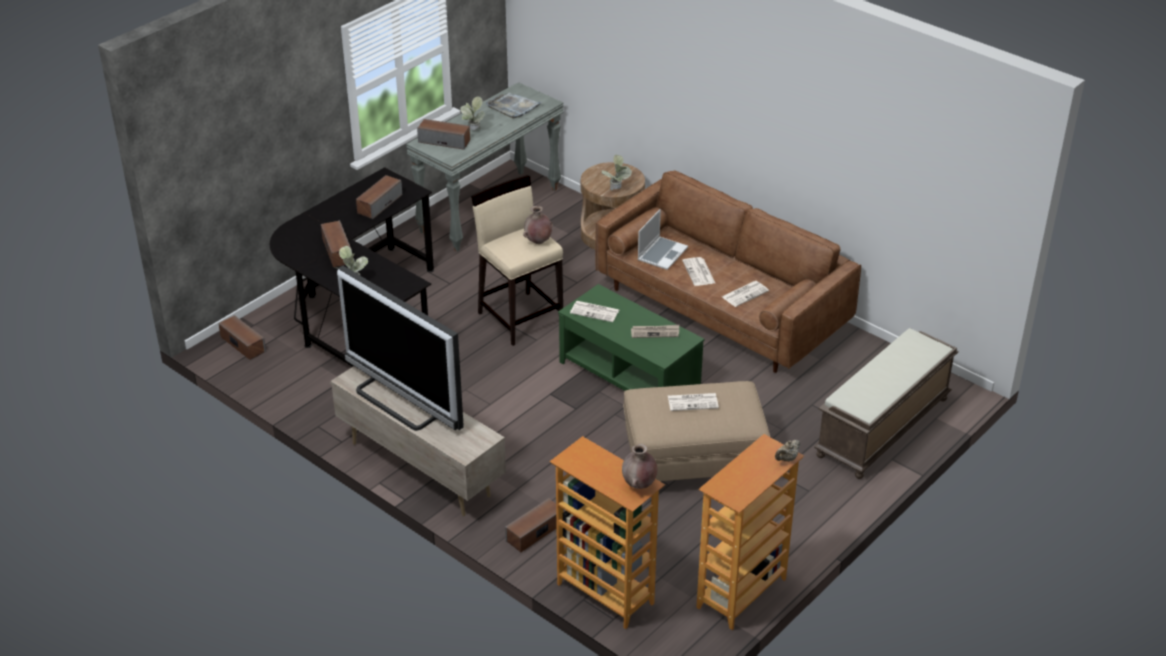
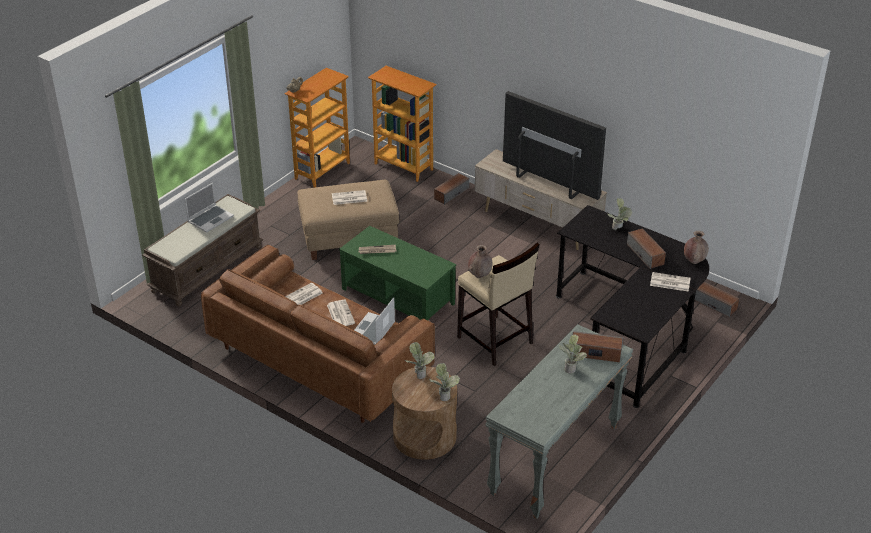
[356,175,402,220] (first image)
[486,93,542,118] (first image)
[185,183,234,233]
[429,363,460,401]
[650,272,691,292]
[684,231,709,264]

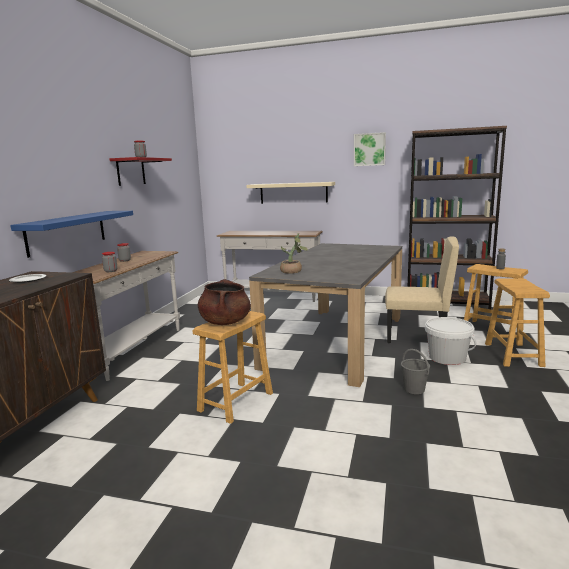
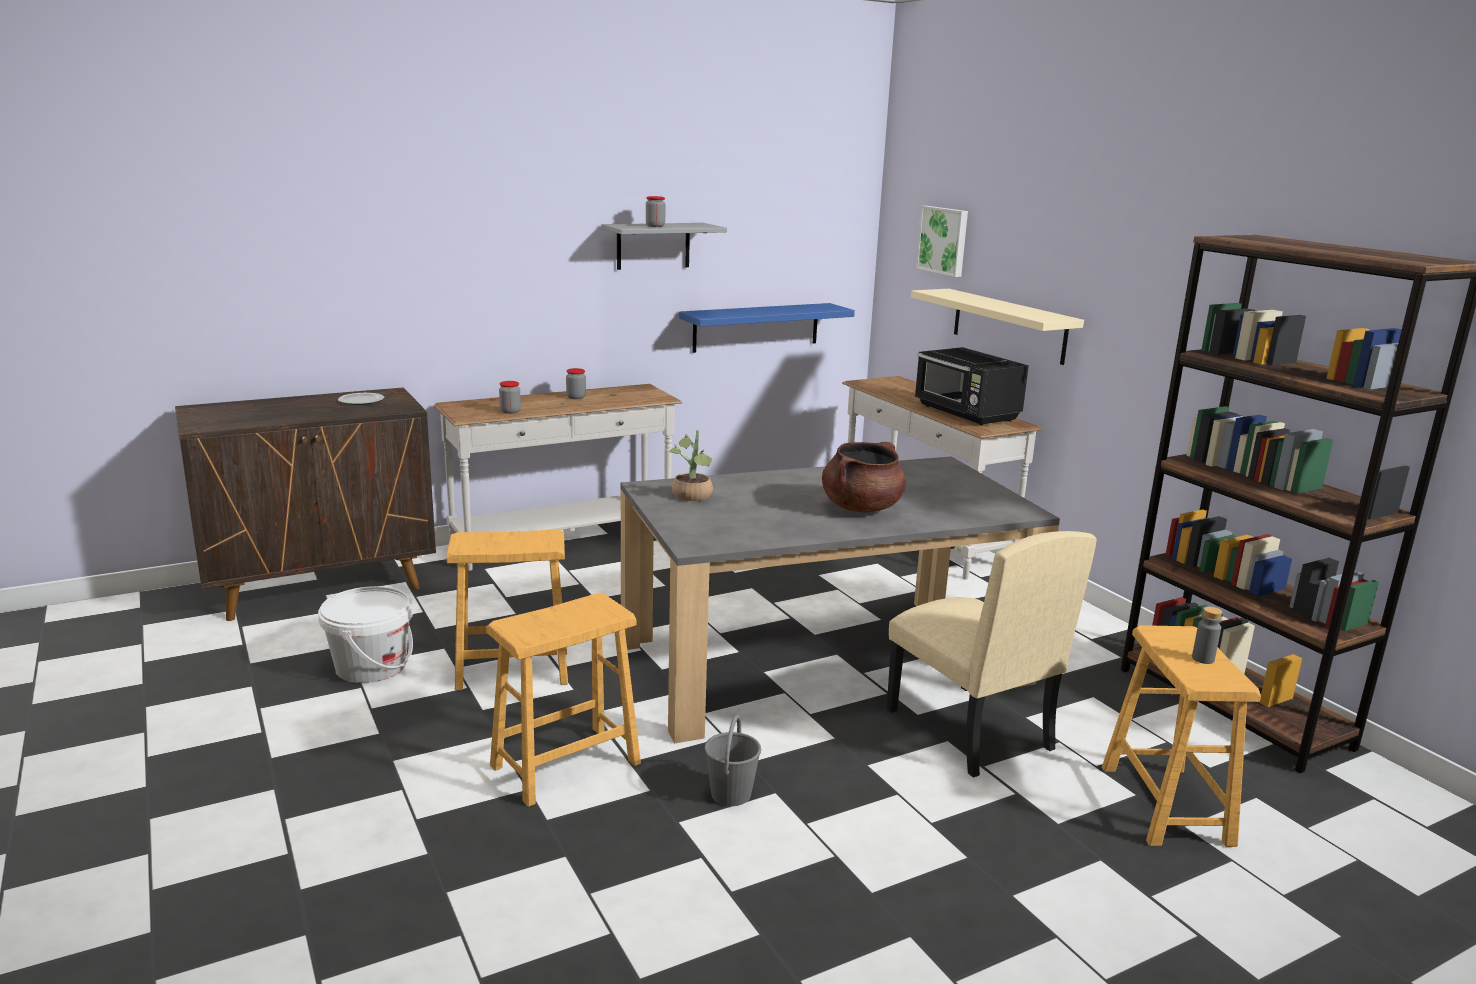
[915,347,1029,426]
[679,303,855,353]
[822,442,906,512]
[916,206,968,277]
[318,586,413,683]
[486,593,641,807]
[601,223,727,270]

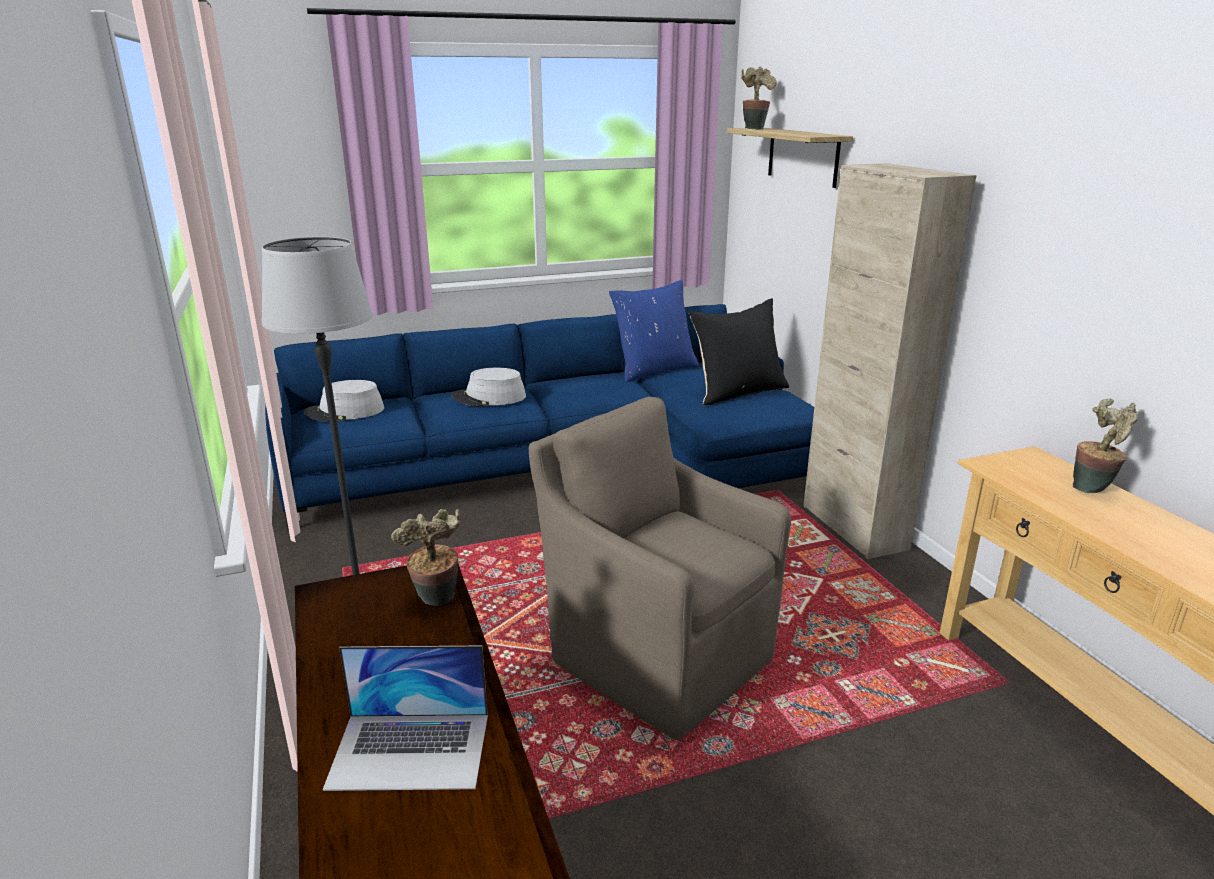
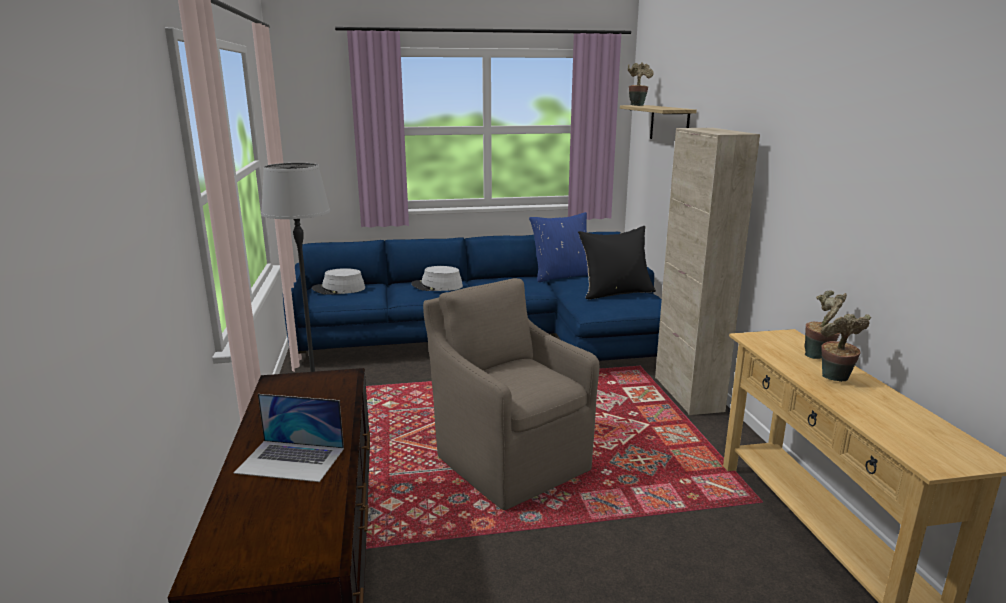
[821,314,871,382]

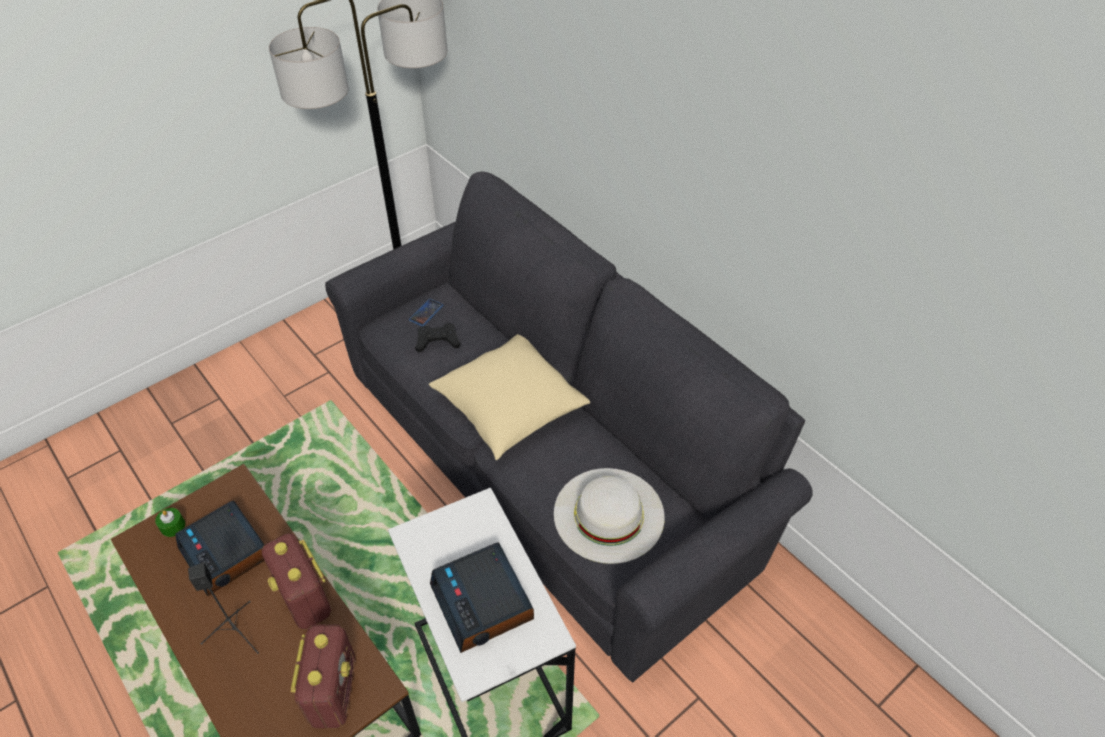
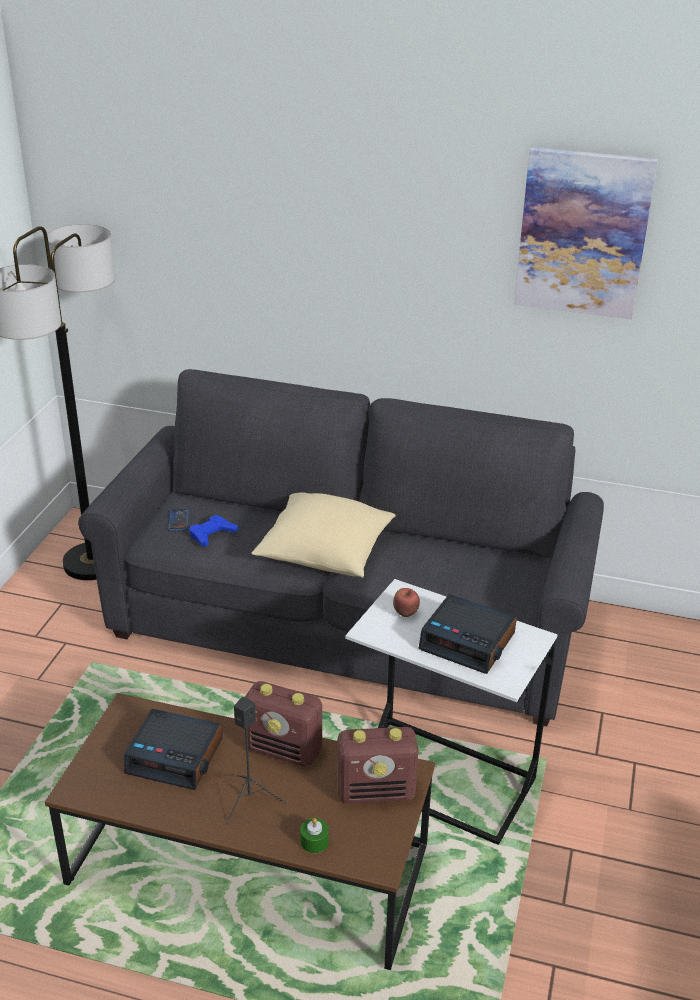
[554,468,665,564] (first image)
[393,588,420,617]
[514,147,658,319]
[300,818,329,853]
[189,515,238,547]
[337,727,418,804]

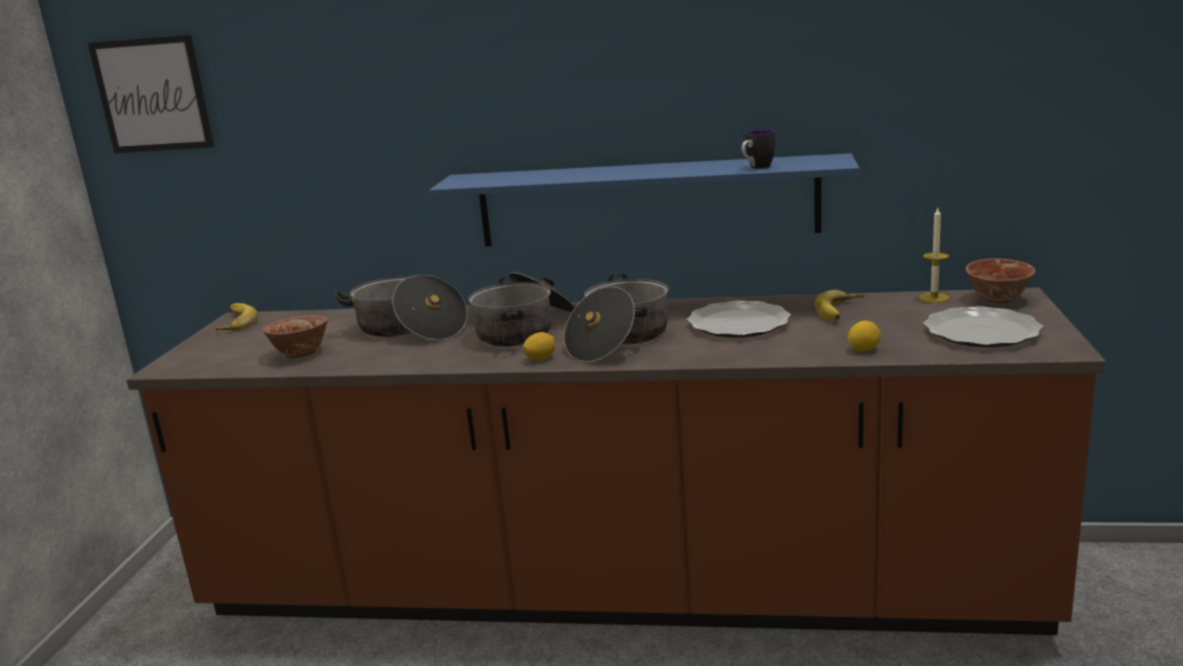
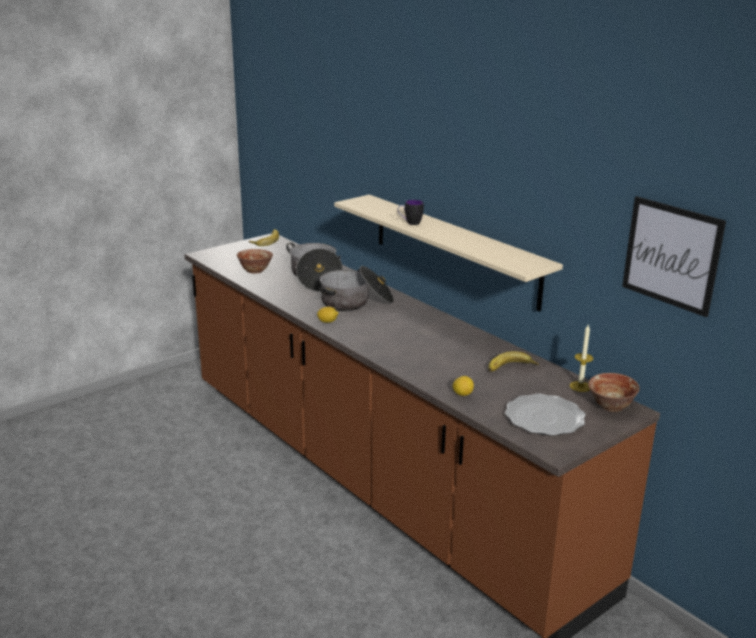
[564,274,669,362] (first image)
[687,300,791,338] (first image)
[622,196,726,317]
[398,200,424,225]
[334,195,563,311]

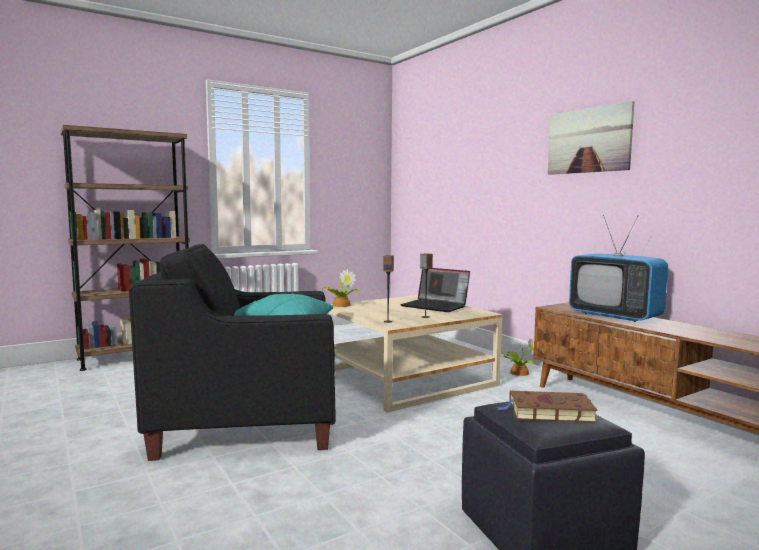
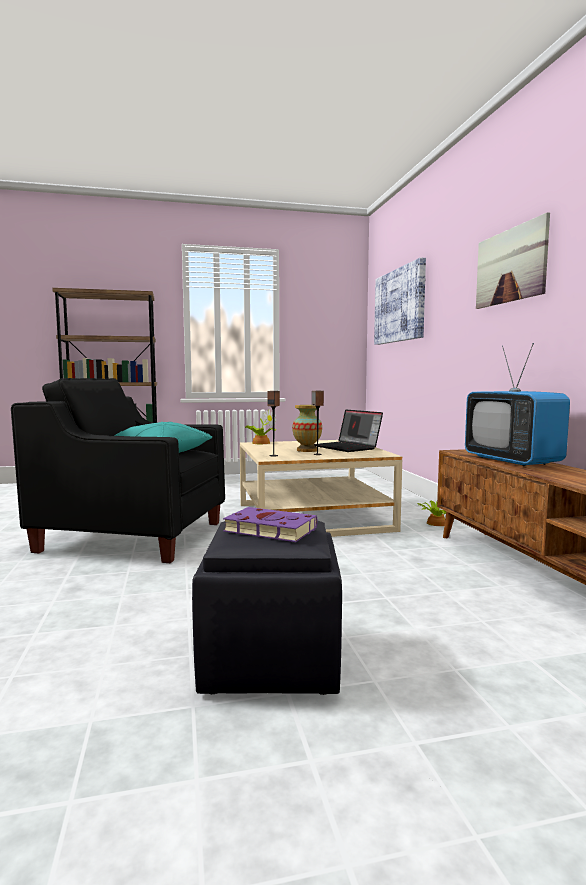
[292,405,322,452]
[374,258,426,345]
[223,507,317,542]

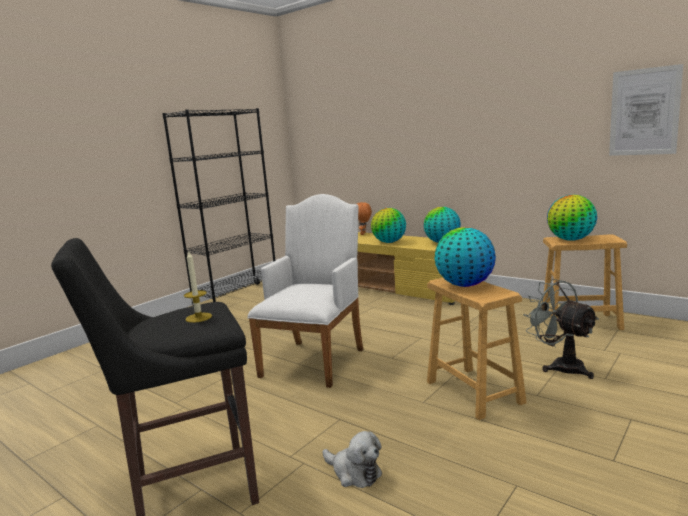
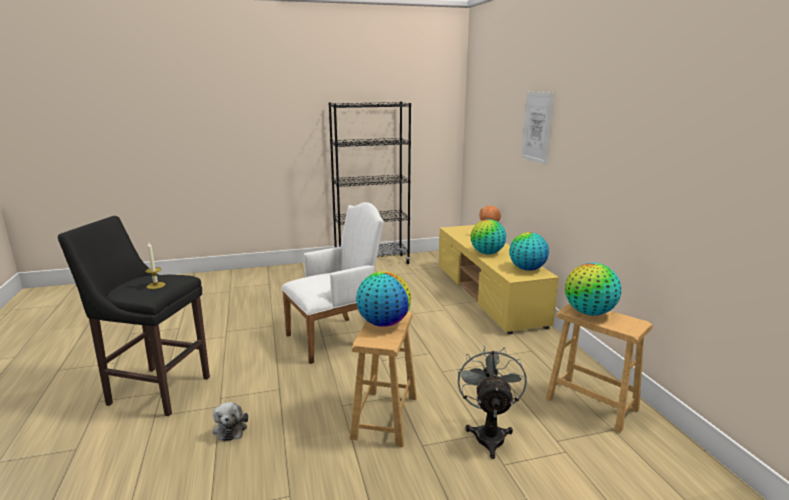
[521,92,554,165]

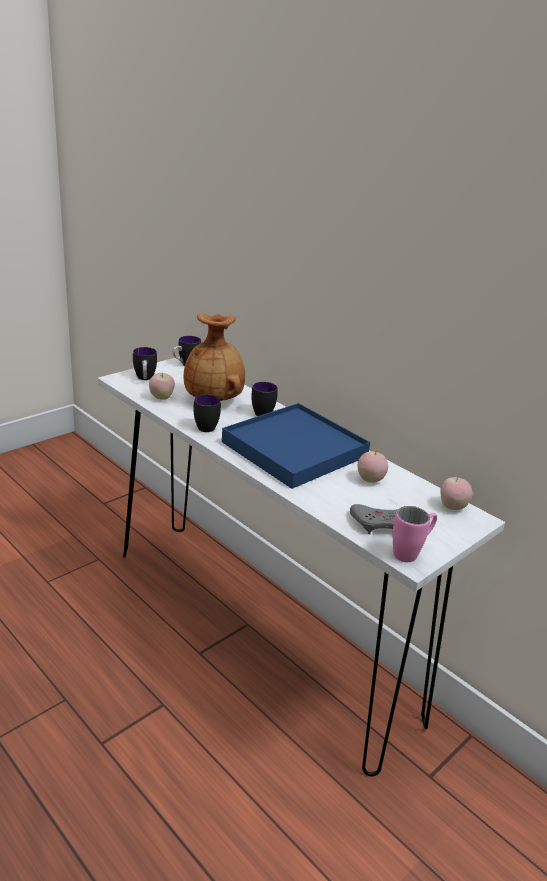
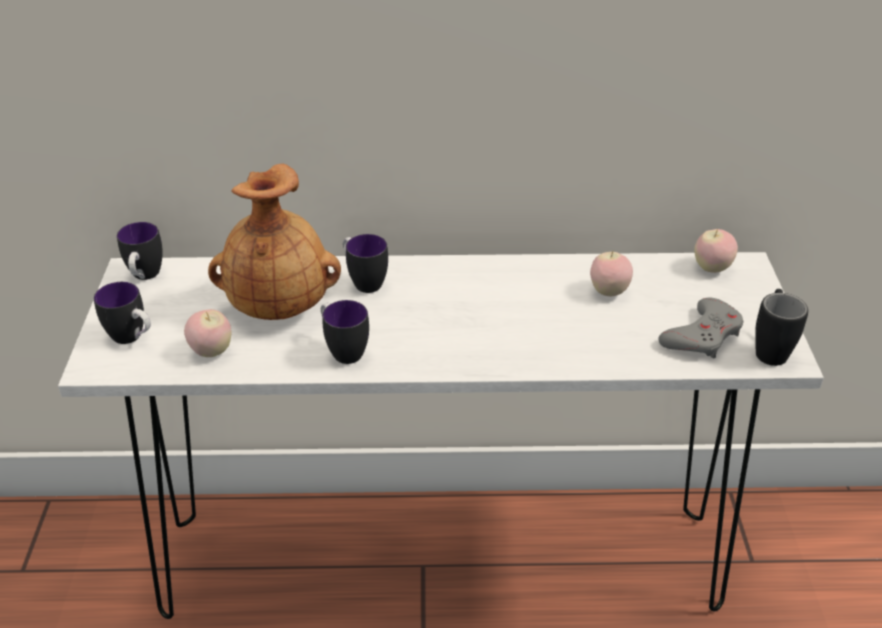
[222,403,370,489] (first image)
[755,289,808,366]

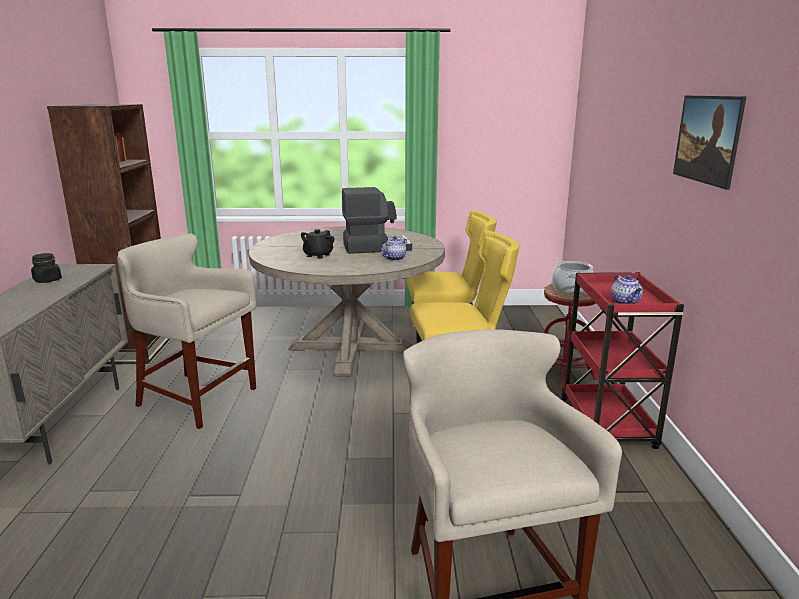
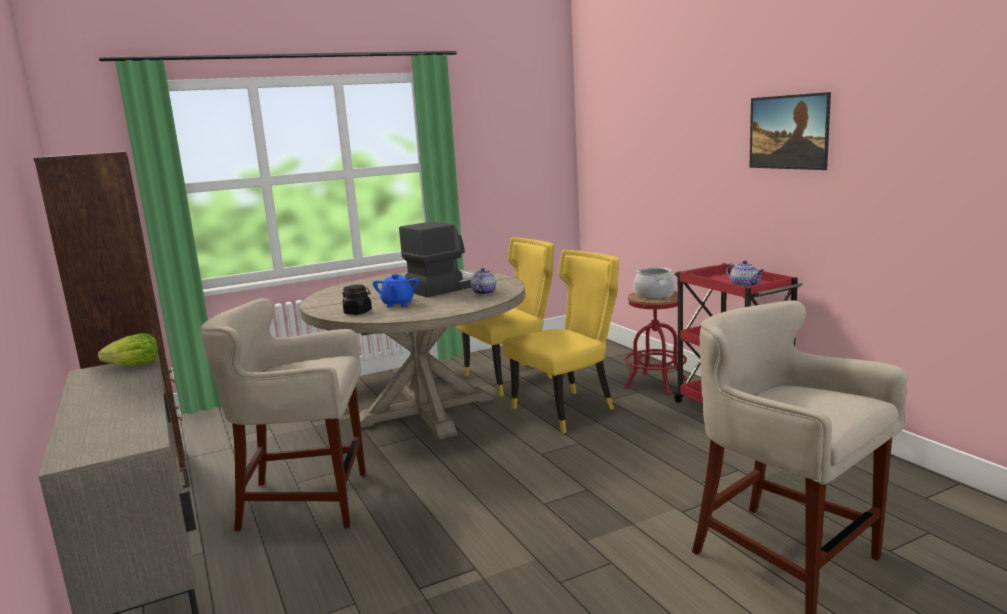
[98,333,158,366]
[342,285,372,315]
[373,274,419,307]

